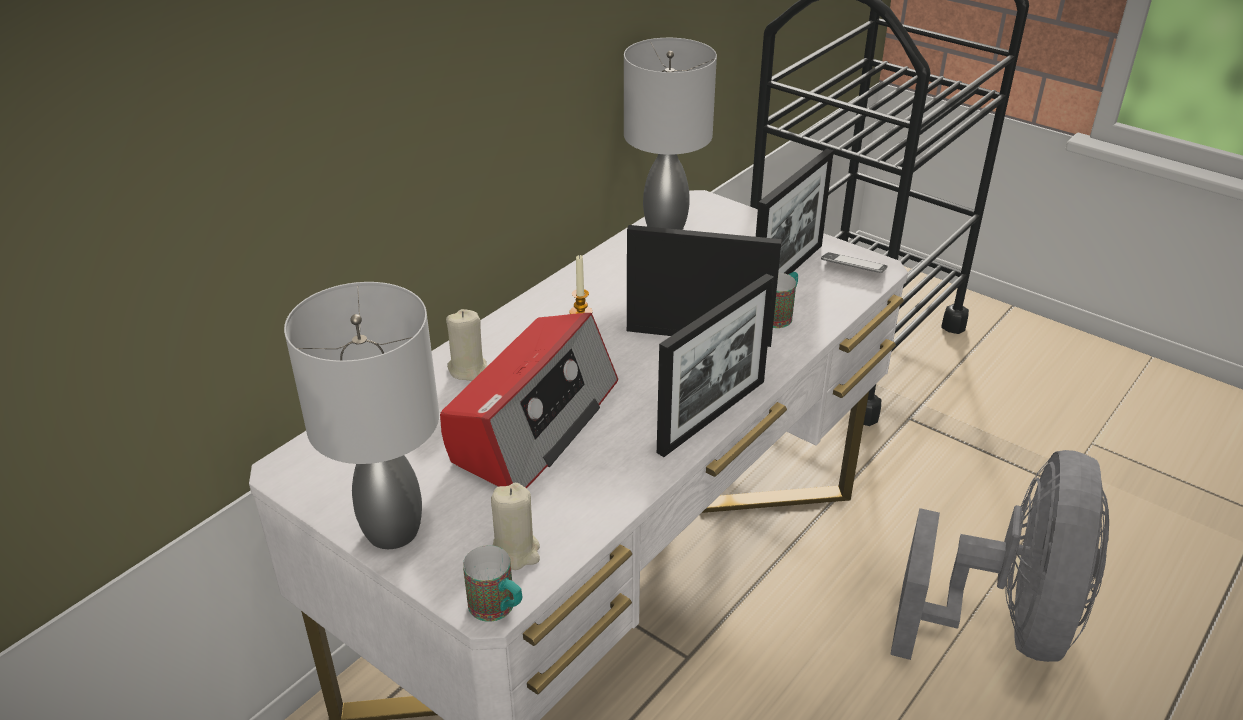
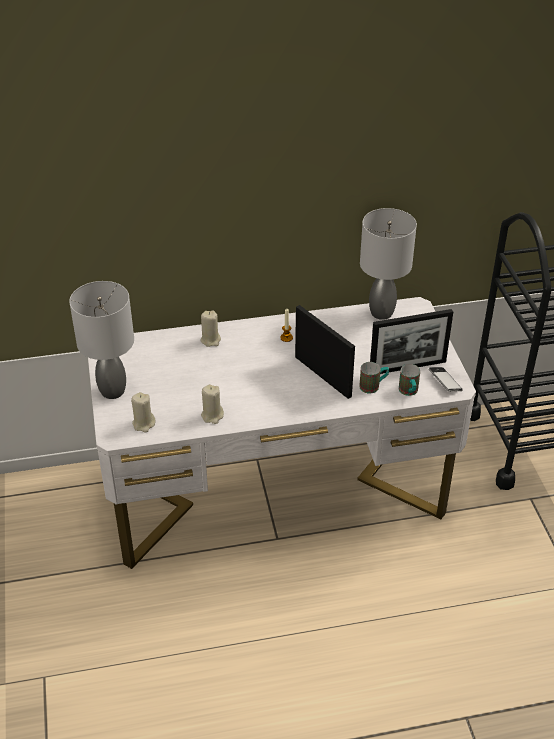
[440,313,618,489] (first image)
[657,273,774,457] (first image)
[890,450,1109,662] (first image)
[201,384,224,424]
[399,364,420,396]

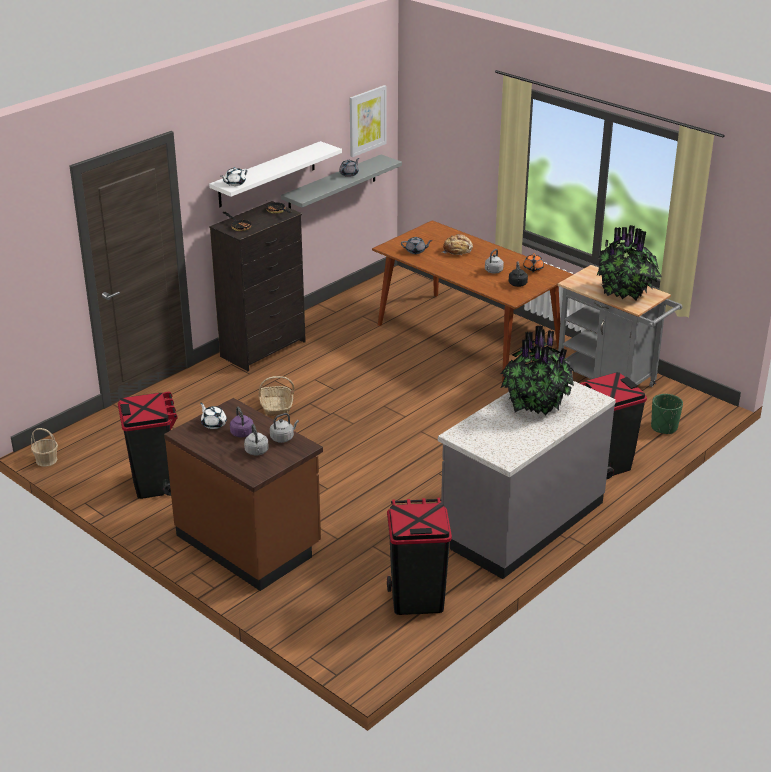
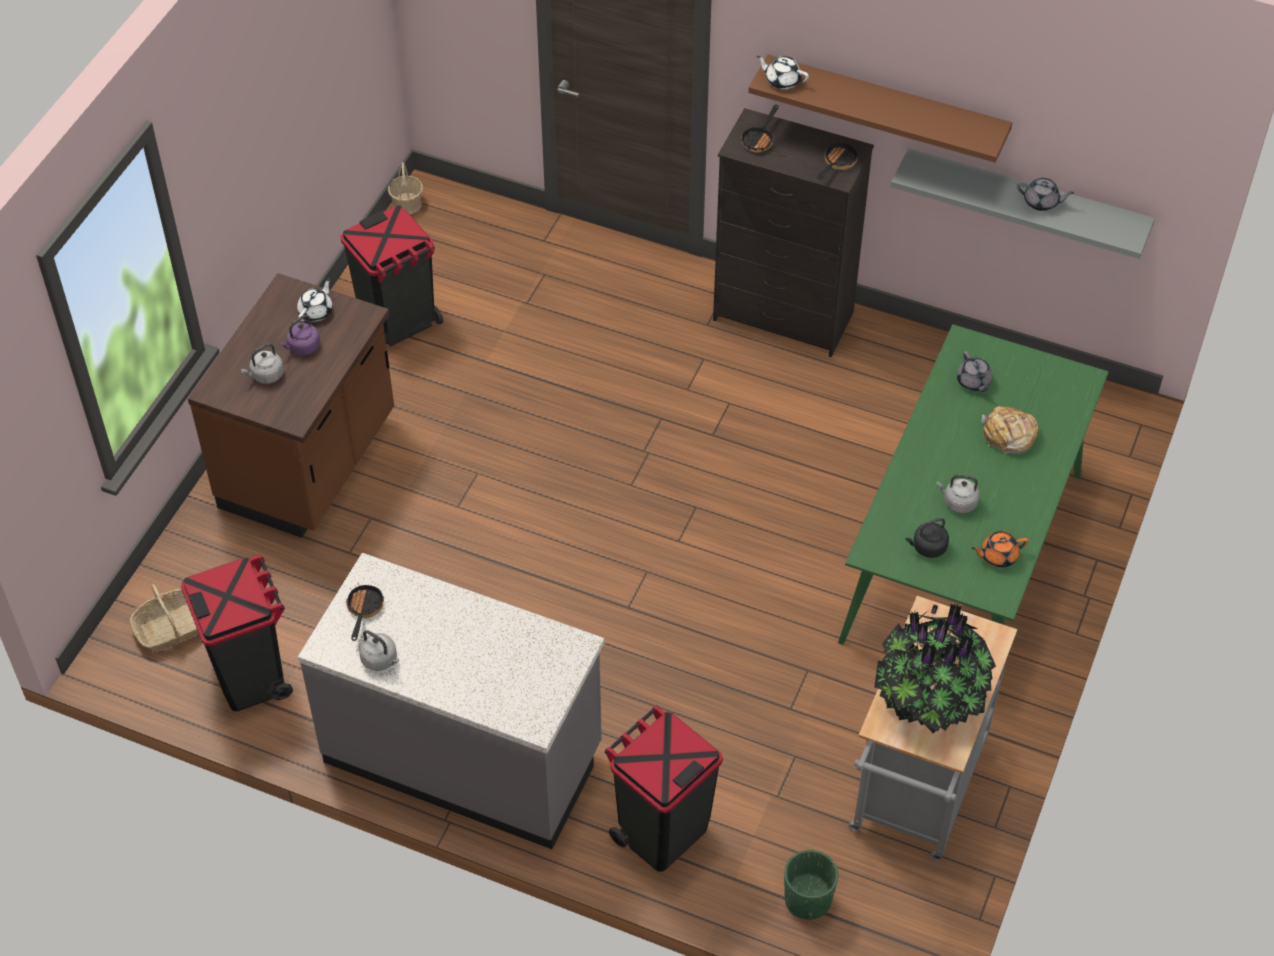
[350,85,387,157] (first image)
[500,325,574,415] (first image)
[346,583,384,641]
[130,584,199,651]
[359,630,399,671]
[748,55,1012,163]
[838,324,1109,694]

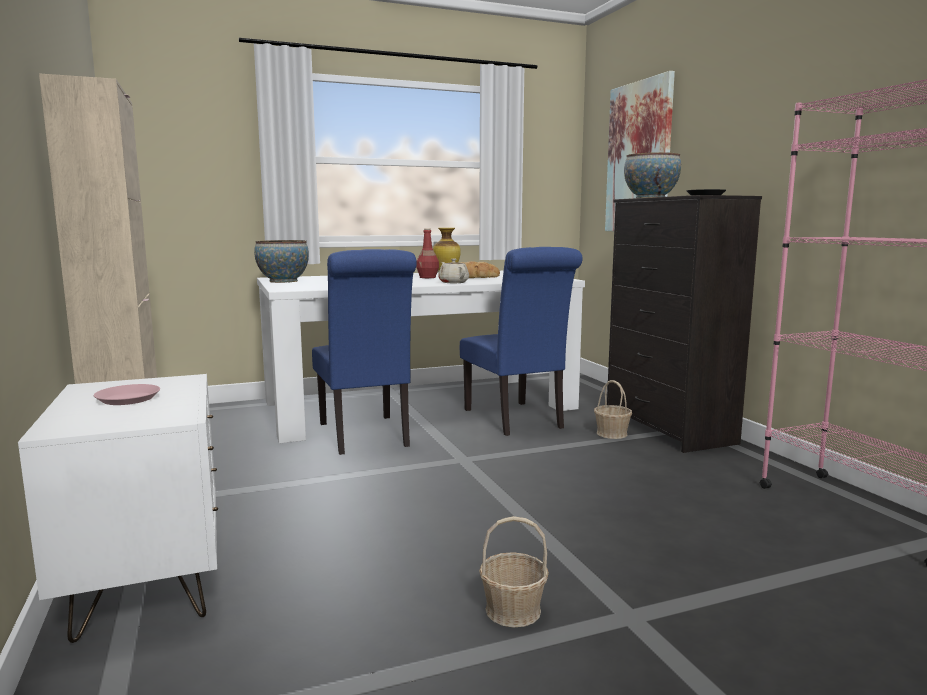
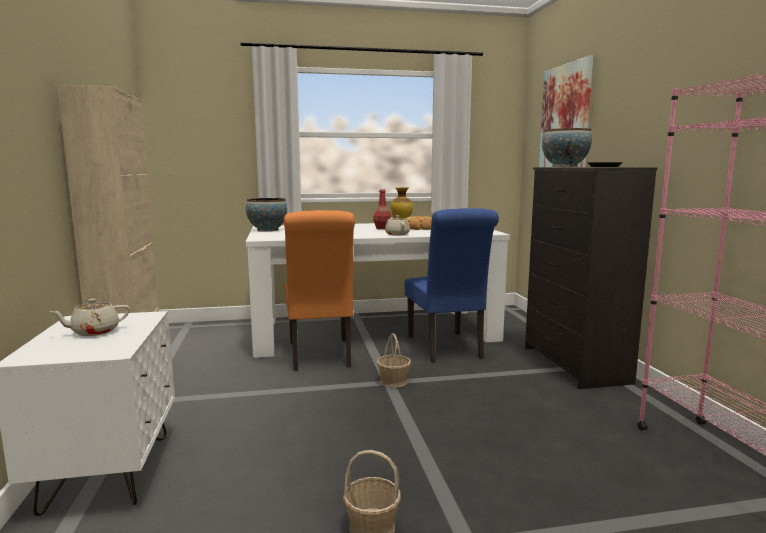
[377,333,411,388]
[50,299,130,336]
[284,210,355,371]

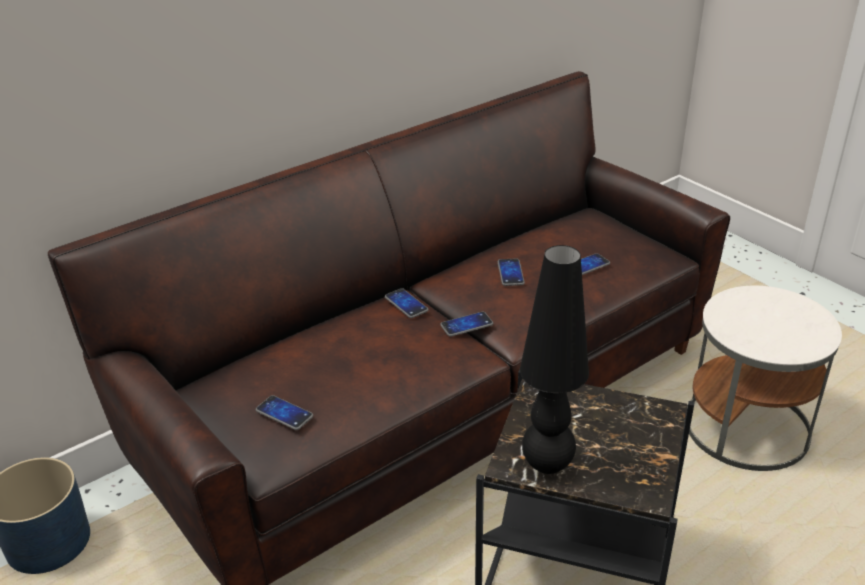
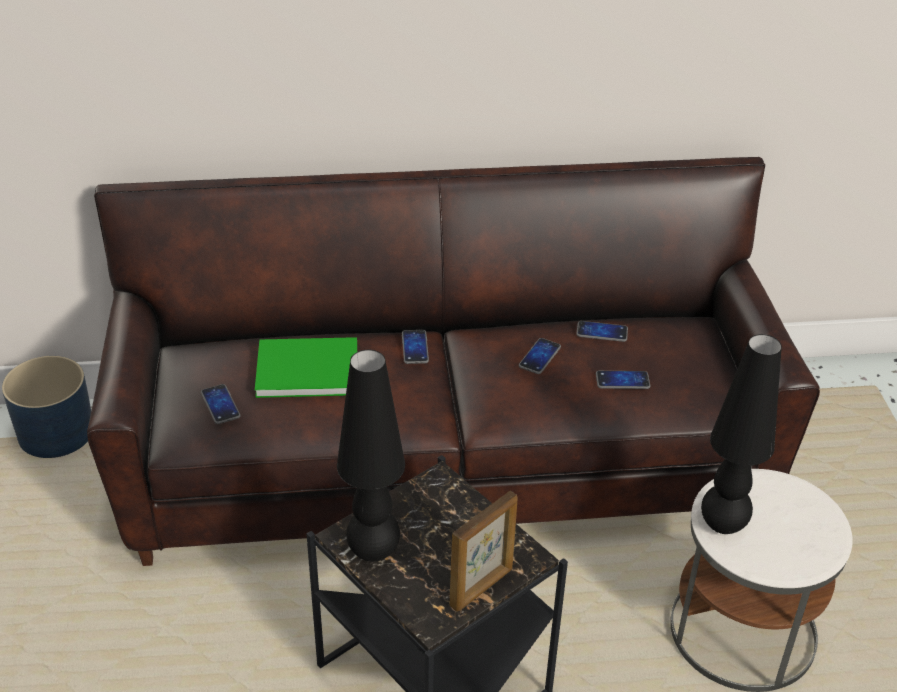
[255,337,357,398]
[449,491,518,612]
[701,334,782,534]
[576,321,628,342]

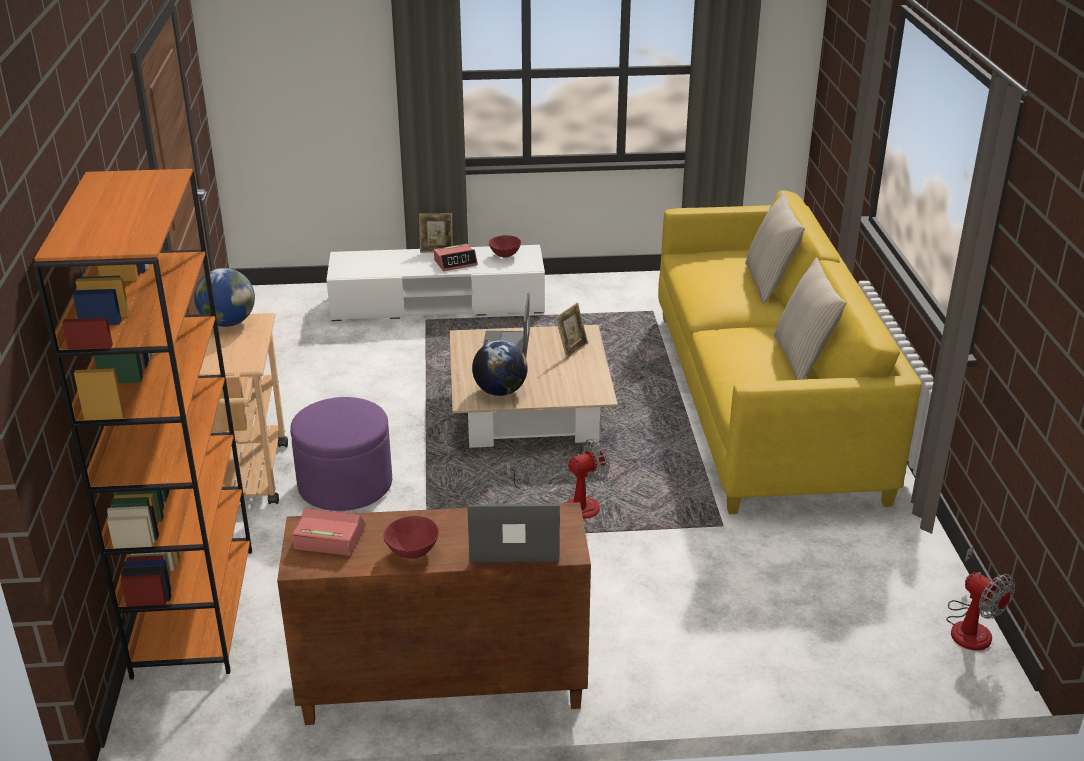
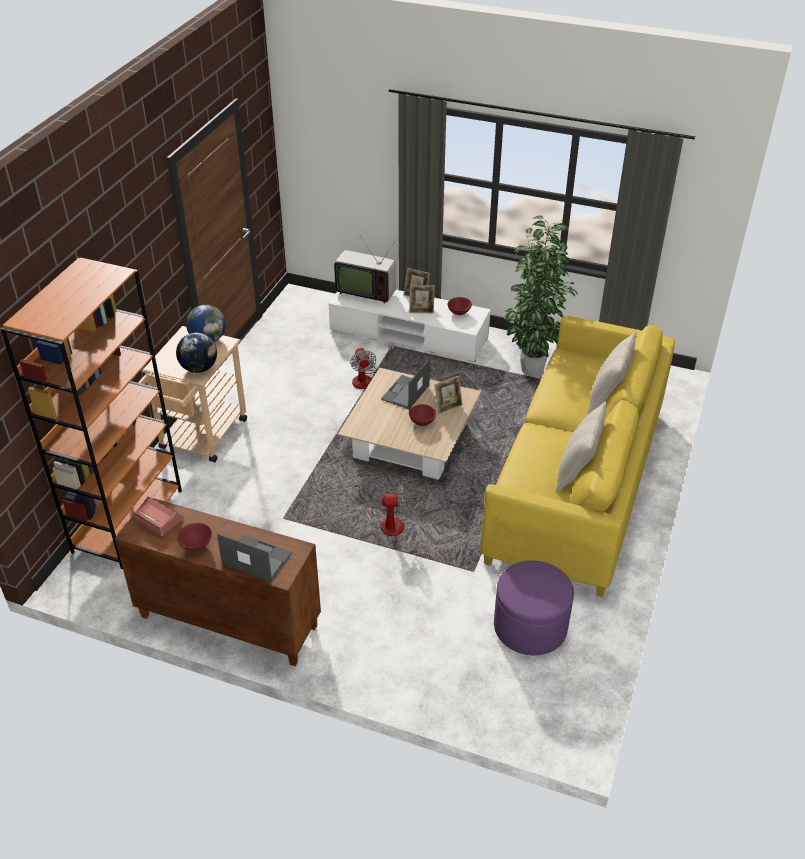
[334,236,396,304]
[409,404,436,426]
[504,216,578,377]
[494,561,574,655]
[176,333,217,373]
[350,342,394,389]
[409,285,435,314]

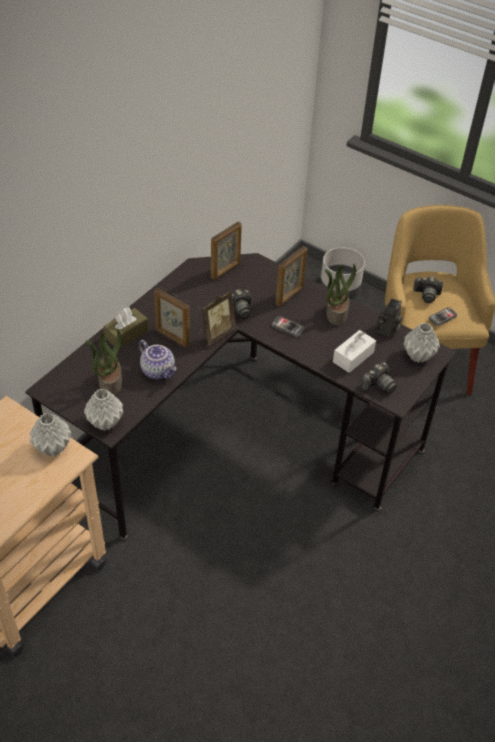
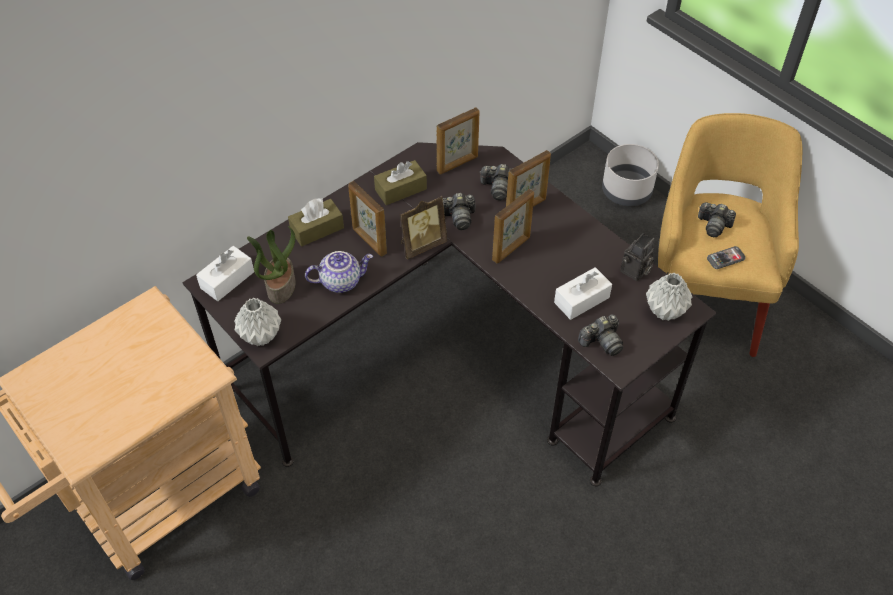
[30,413,71,456] (first image)
[325,264,356,326] (first image)
[196,246,254,301]
[374,160,427,205]
[480,164,513,200]
[492,189,534,263]
[305,251,373,293]

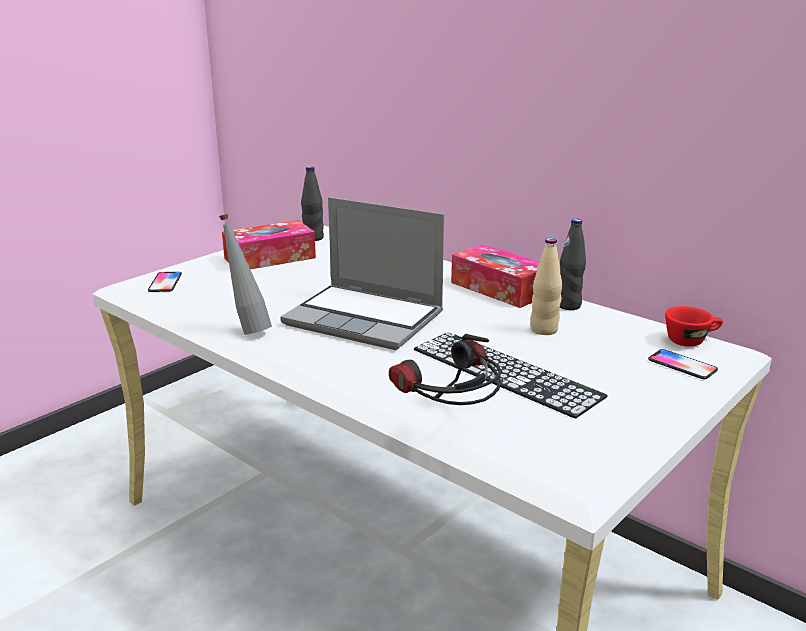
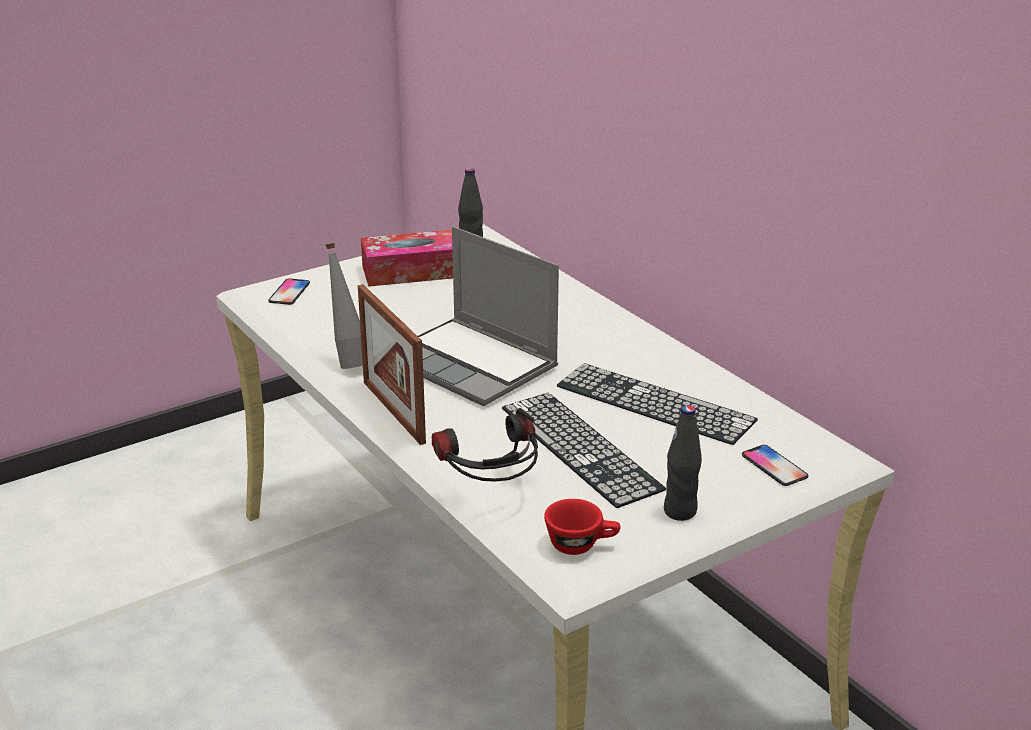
[451,244,540,308] (first image)
[358,284,426,445]
[664,405,702,521]
[544,499,620,555]
[557,363,758,445]

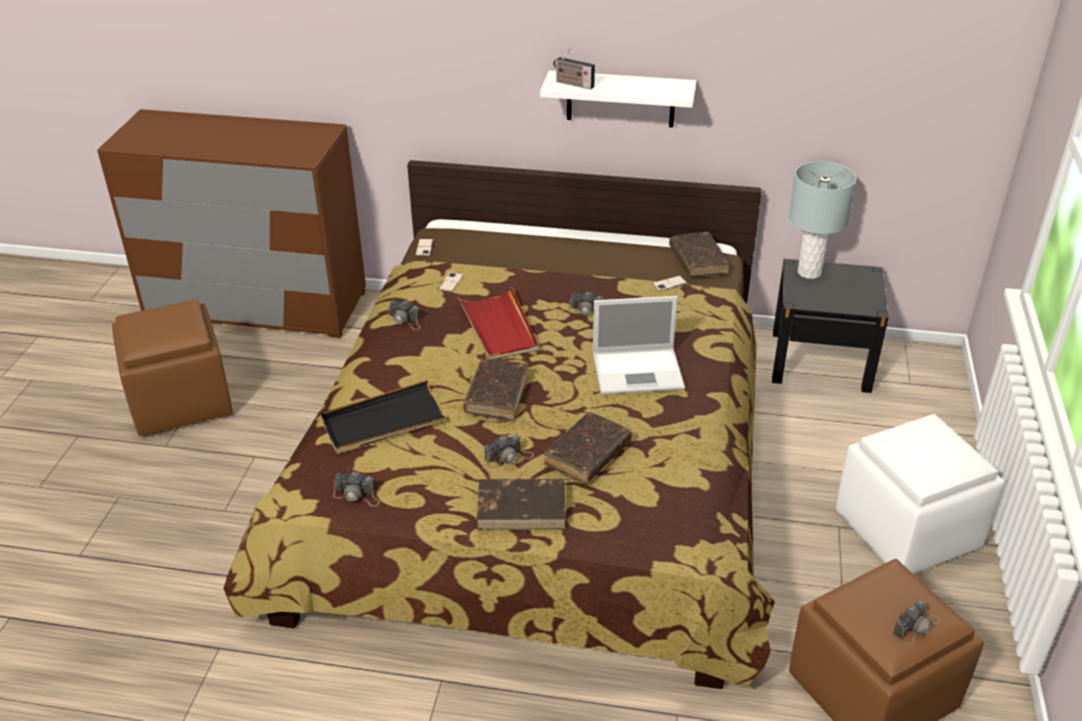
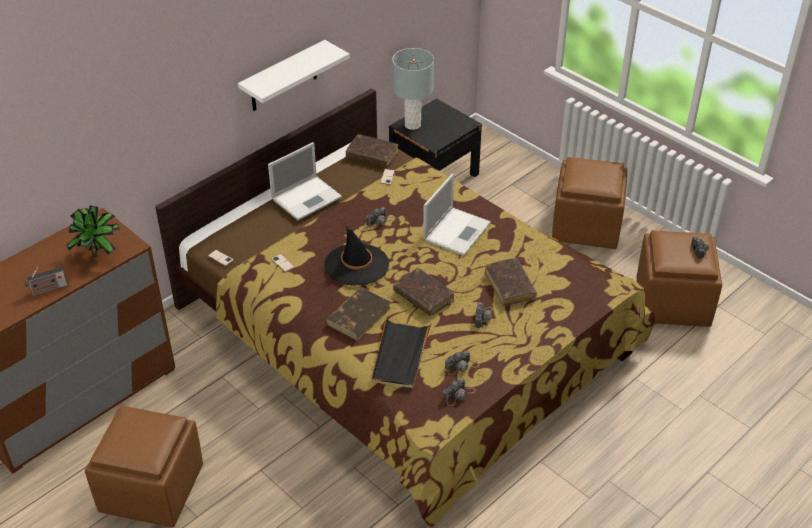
[67,205,120,257]
[268,142,342,220]
[445,351,479,375]
[325,287,390,341]
[24,266,67,296]
[324,225,389,286]
[552,157,627,249]

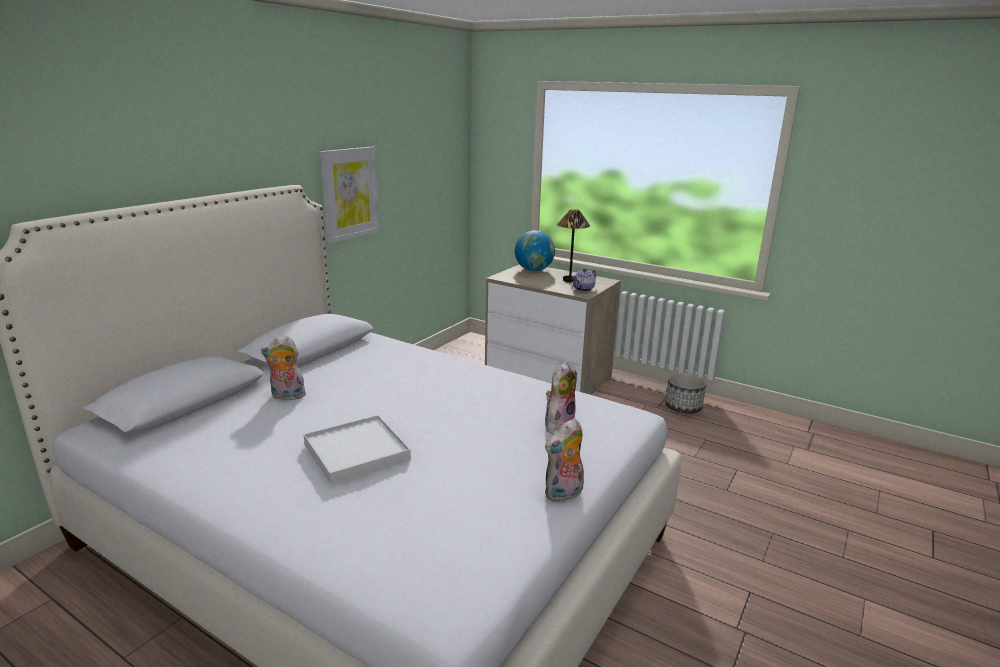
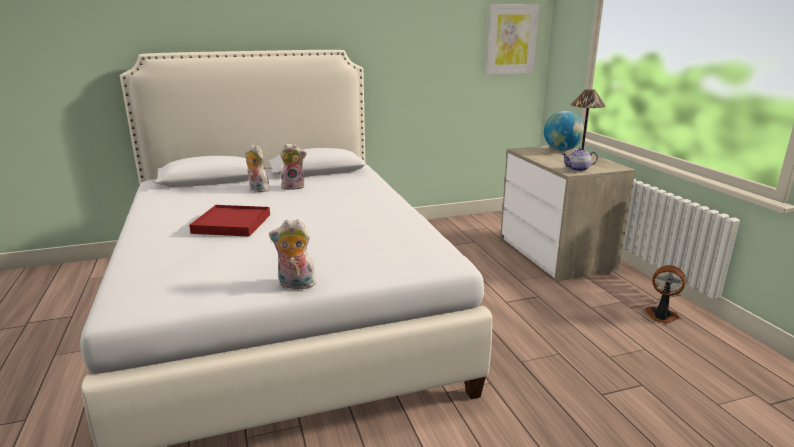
[485,4,540,75]
[280,143,307,190]
[645,265,686,324]
[189,205,270,237]

